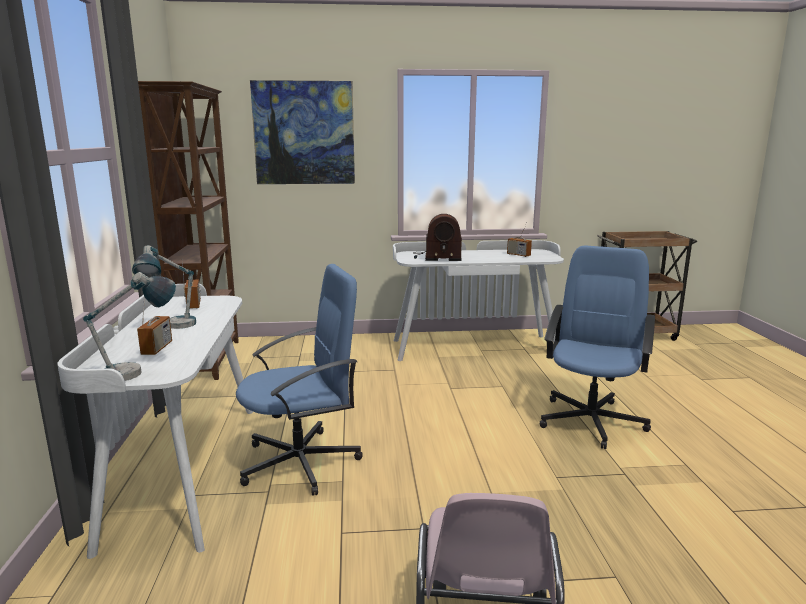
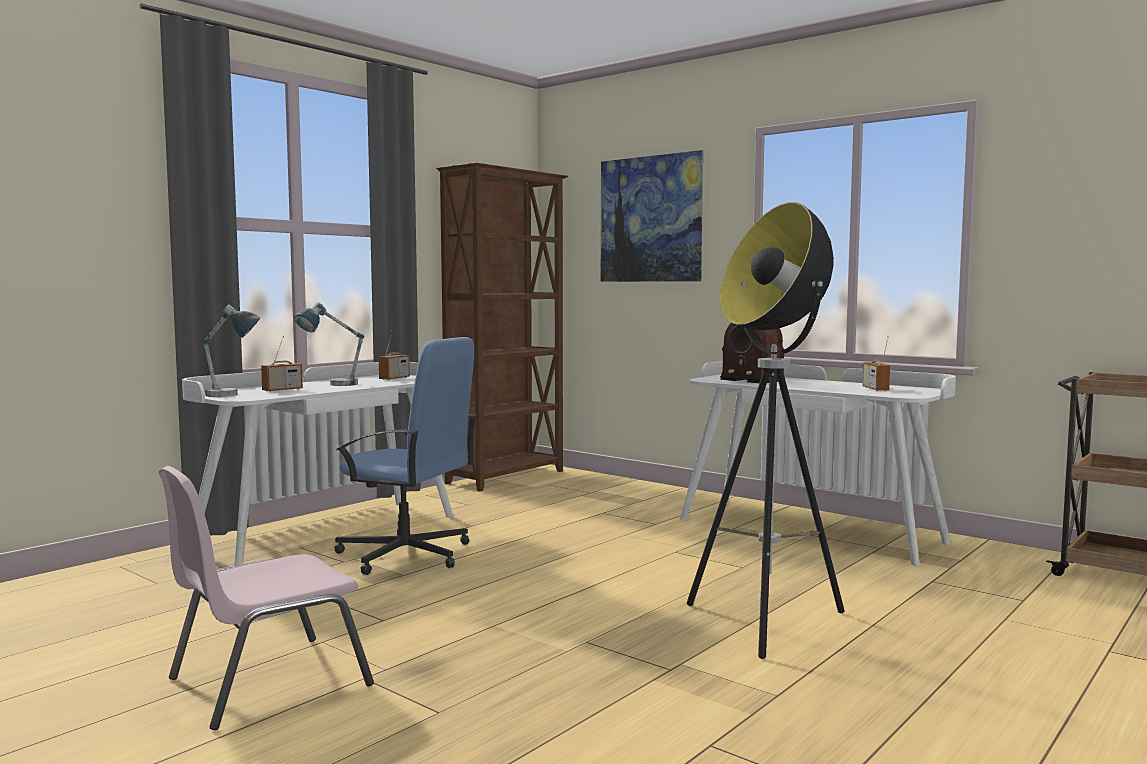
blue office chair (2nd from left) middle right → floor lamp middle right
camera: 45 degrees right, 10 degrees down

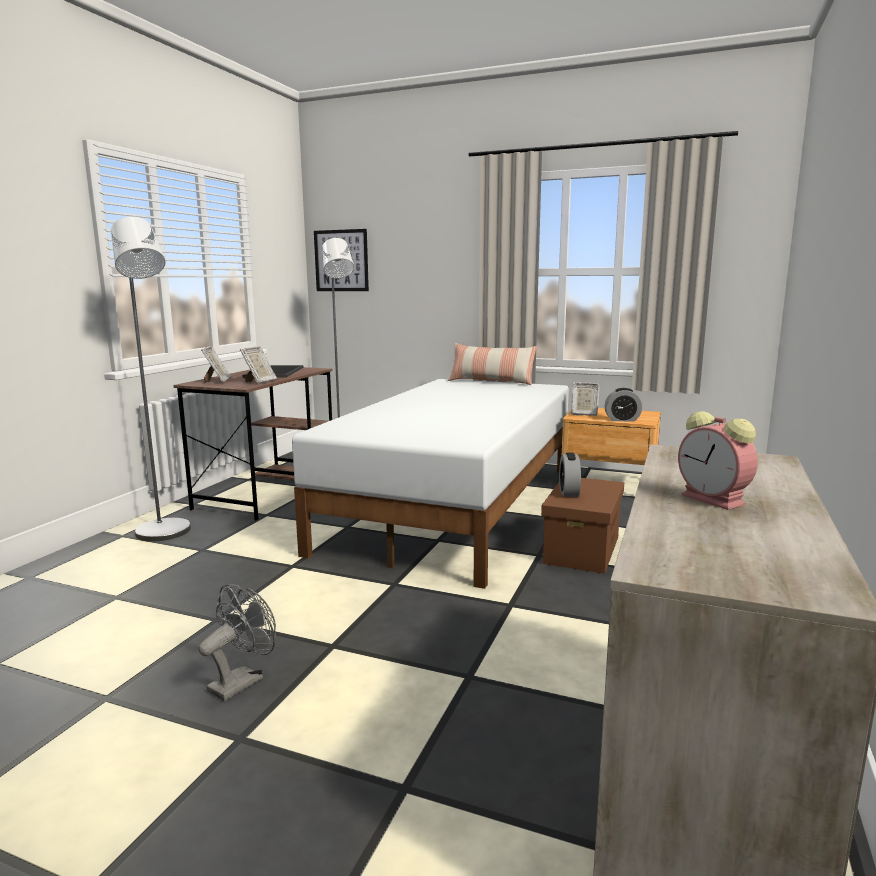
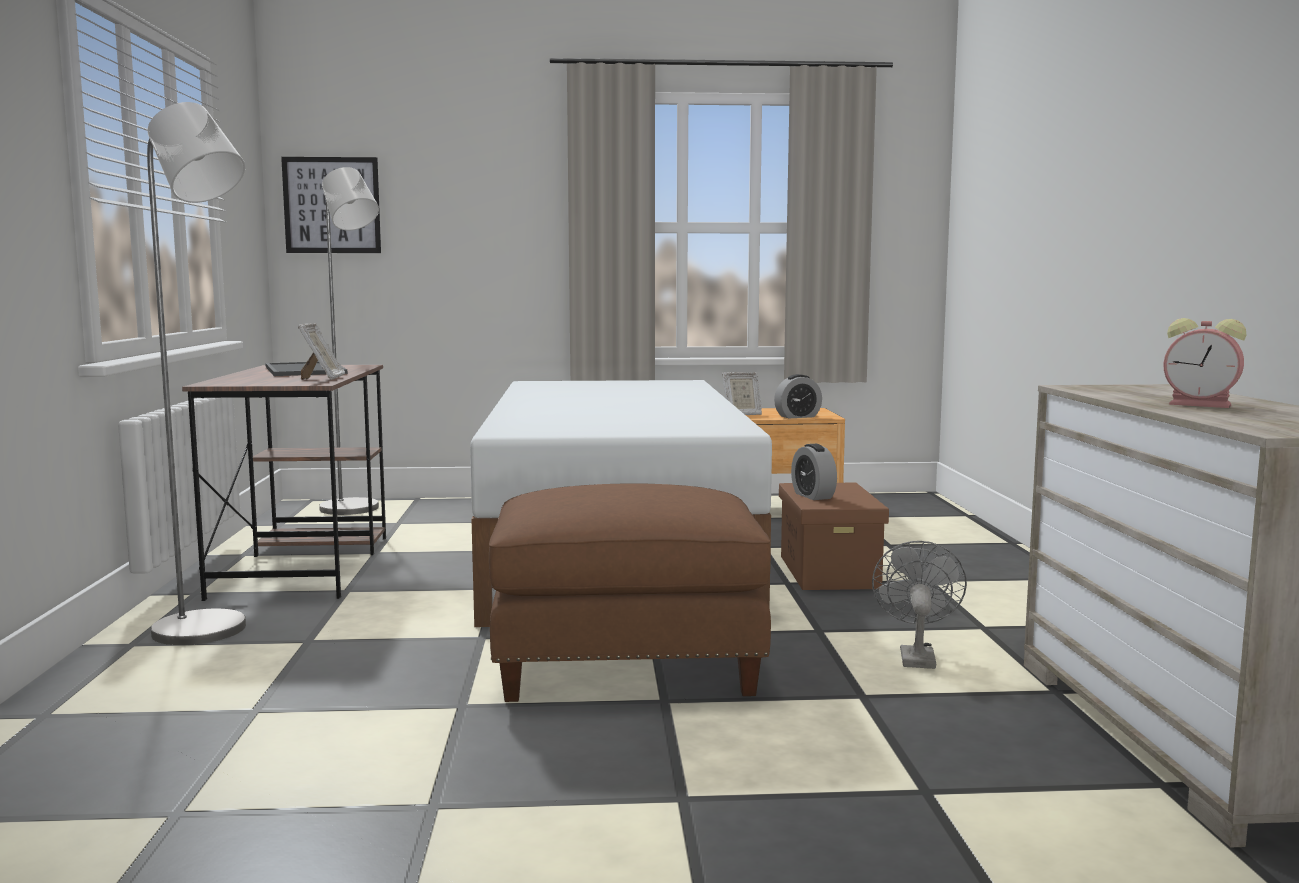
picture frame (1st from left) middle left → -
pillow centre → -
- → brown ottoman bottom centre
grey fan bottom left → grey fan bottom right, moved
camera: 25 degrees left, 5 degrees down

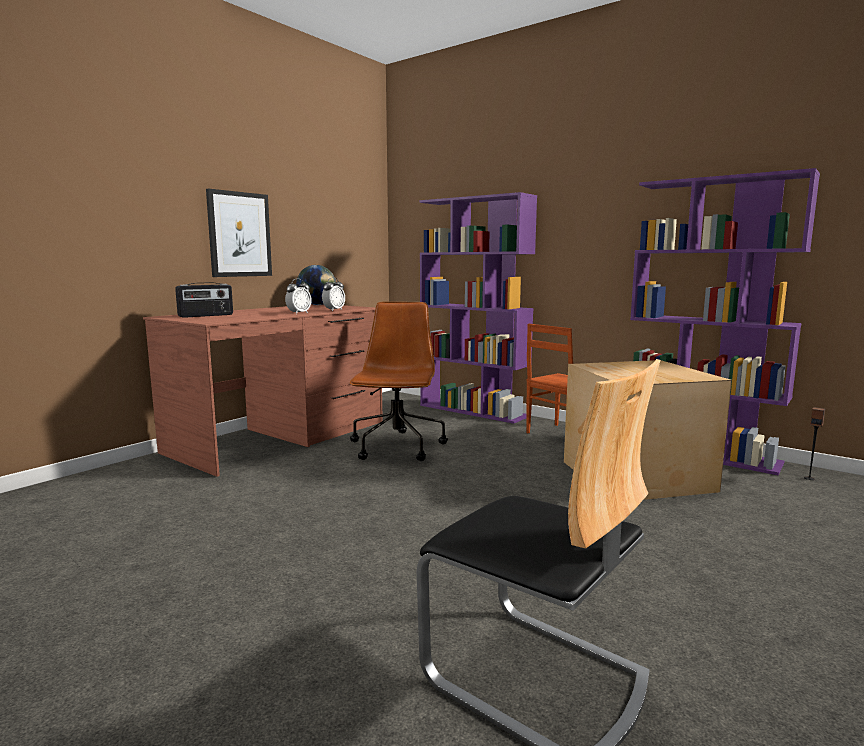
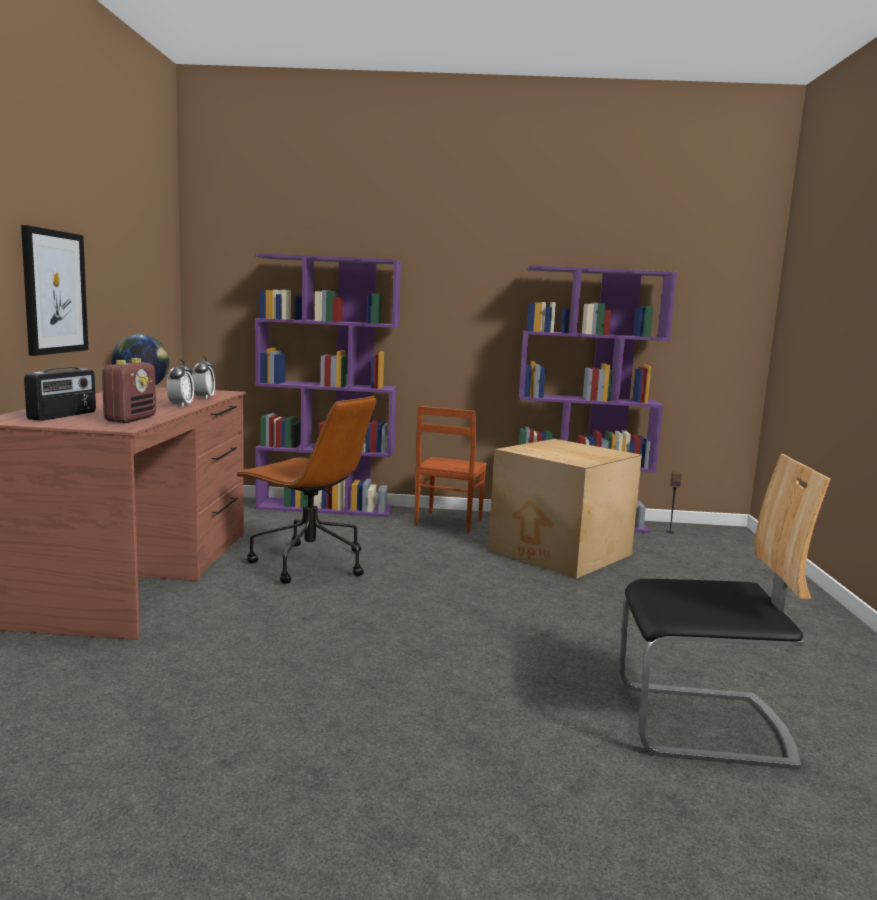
- → radio (2nd from left) middle left
brown office chair centre, 150 degrees clockwise
camera: 35 degrees left, 0 degrees up

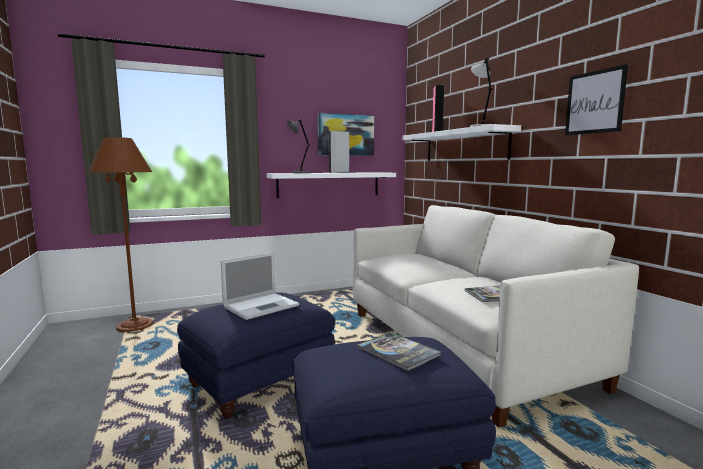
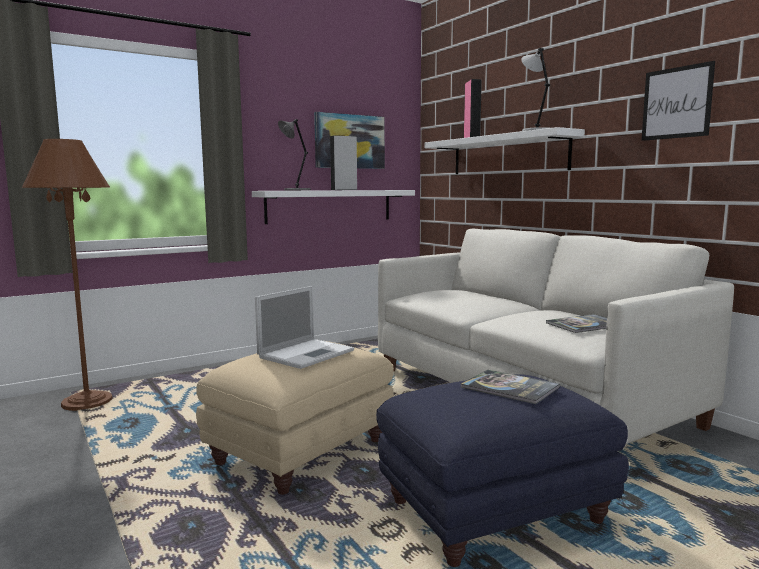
blue ottoman (1st from left) bottom centre → beige ottoman bottom centre
camera: 10 degrees left, 0 degrees up

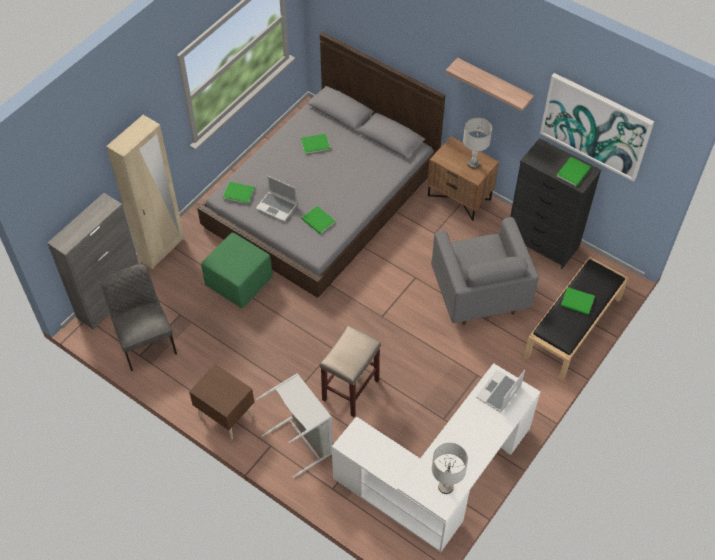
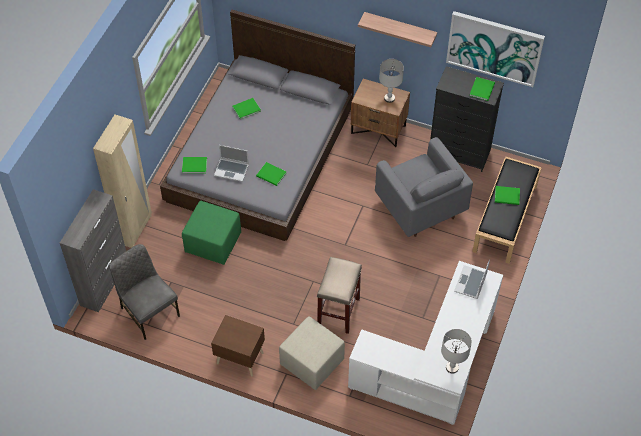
grey laundry basket bottom centre → beige ottoman bottom centre
camera: 15 degrees left, 0 degrees up

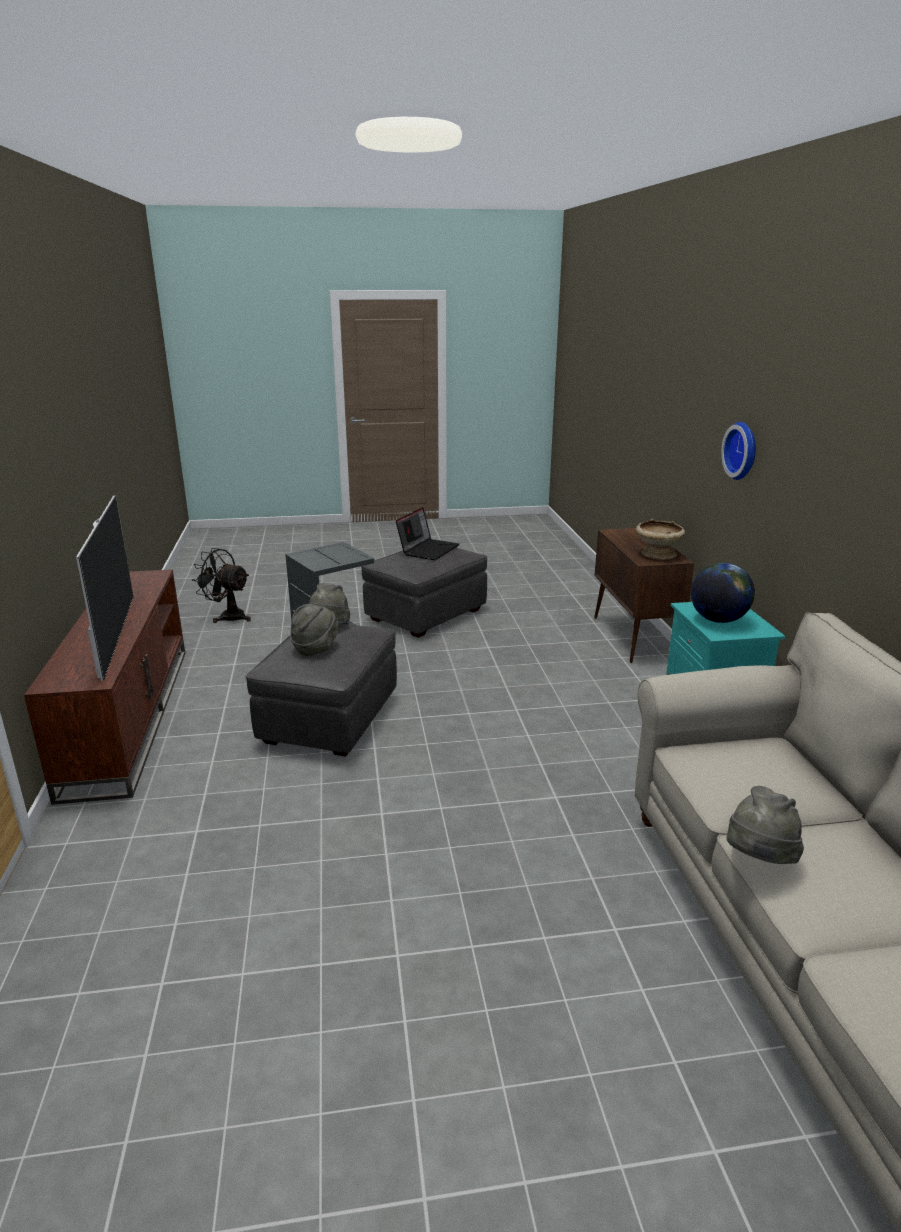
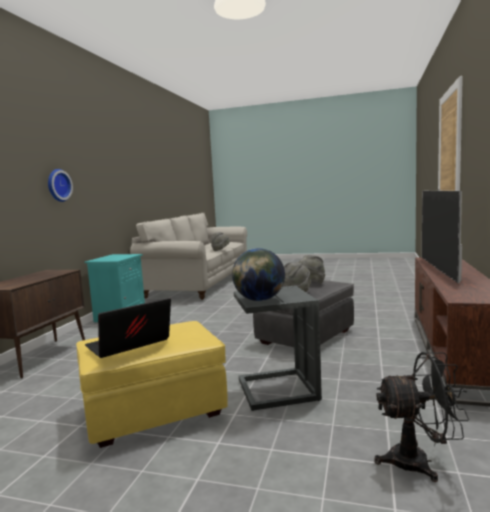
beige bowl middle right → -
globe middle right → globe centre, moved
grey ottoman (2nd from left) centre → yellow ottoman bottom left
black fan middle left → black fan bottom right, 45 degrees counterclockwise
camera: 155 degrees left, 15 degrees down

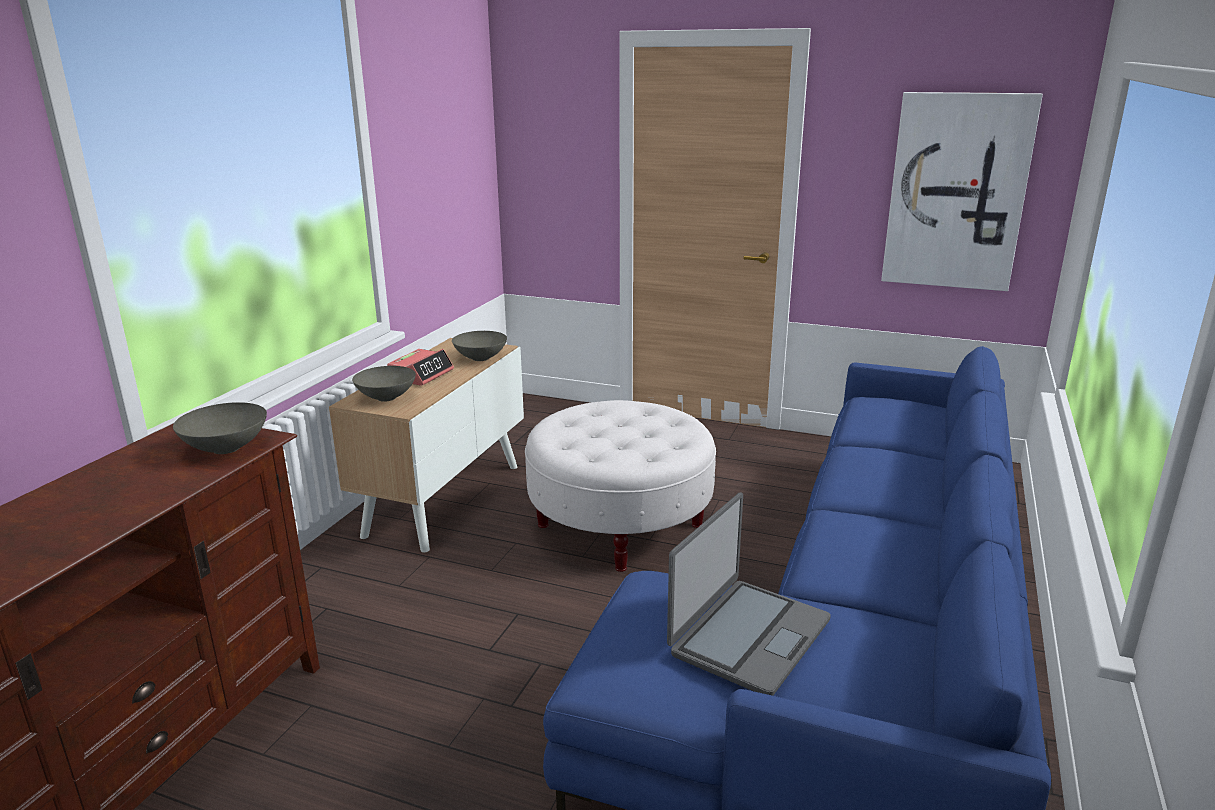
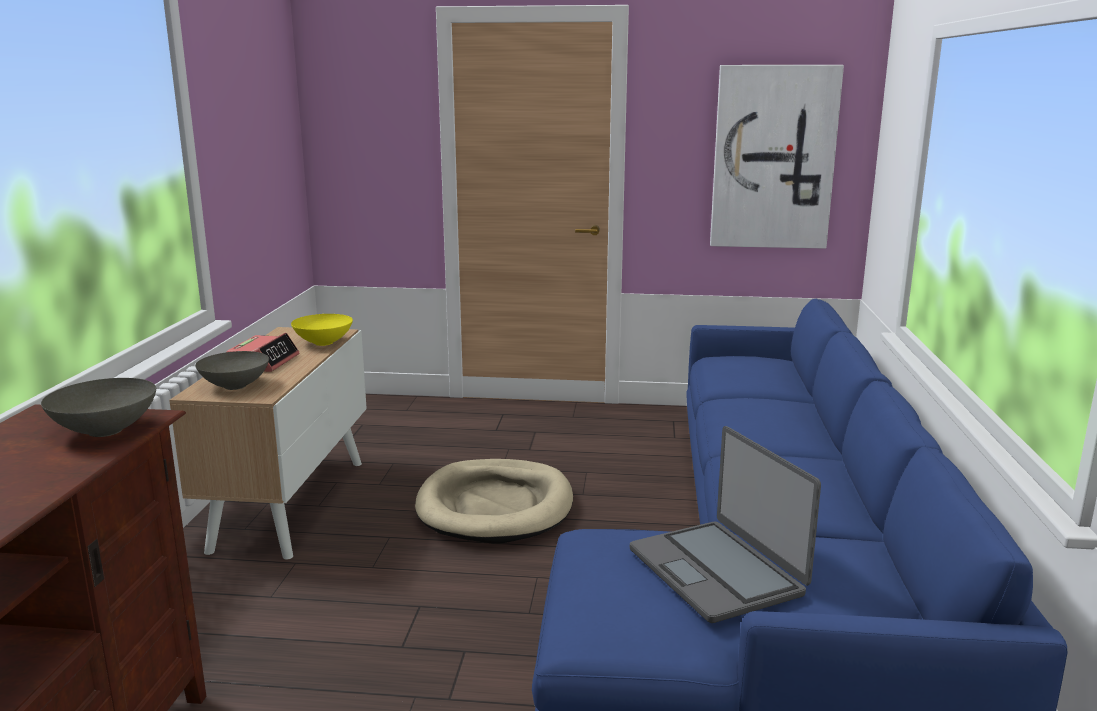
white ottoman centre → beige dog bed bottom centre
grey bowl (3rd from left) centre → yellow bowl middle left
laptop bottom centre, 135 degrees clockwise
camera: 15 degrees left, 5 degrees down

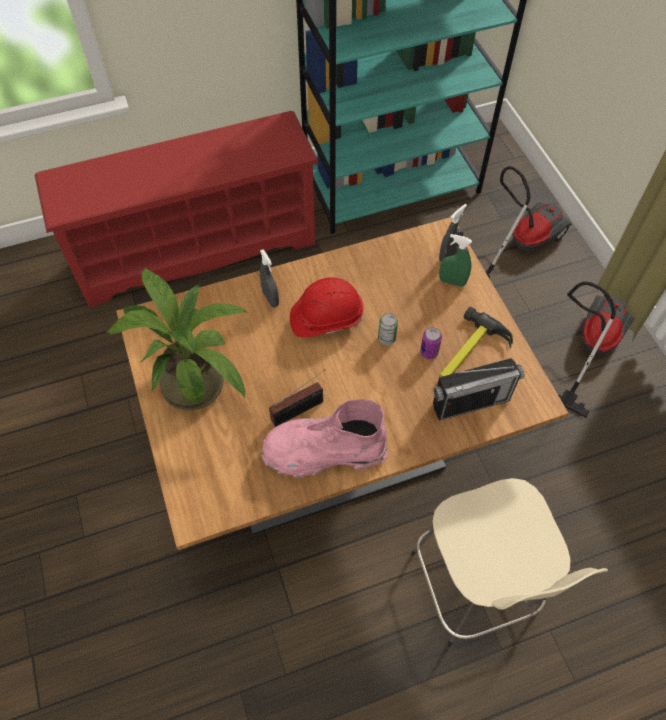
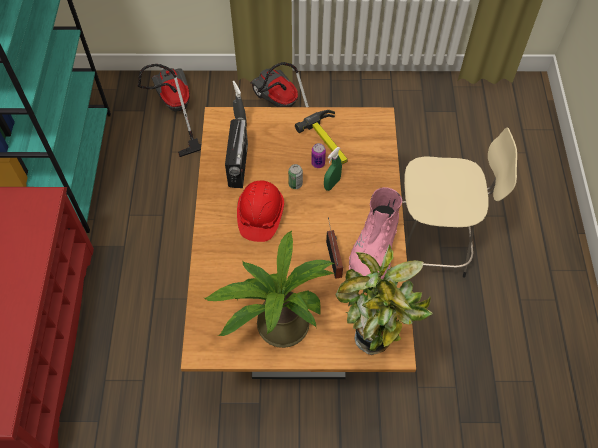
grey spray bottle (1st from left) centre → -
- → potted plant (2nd from left) bottom centre
radio (2nd from left in the first image) middle right → radio (1st from left) centre, moved
green spray bottle middle right → green spray bottle centre, moved
camera: 70 degrees left, 0 degrees up

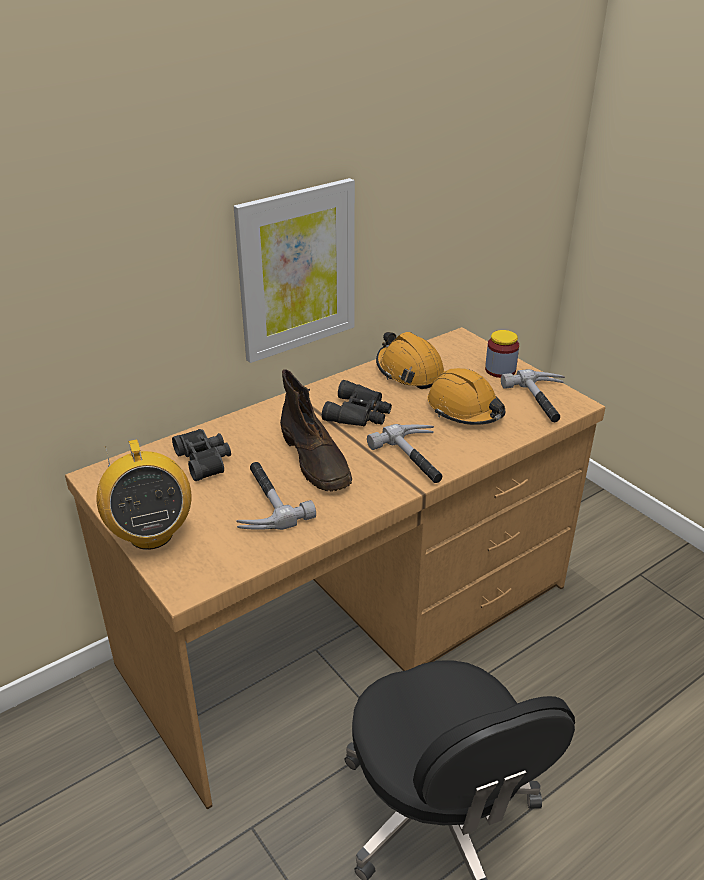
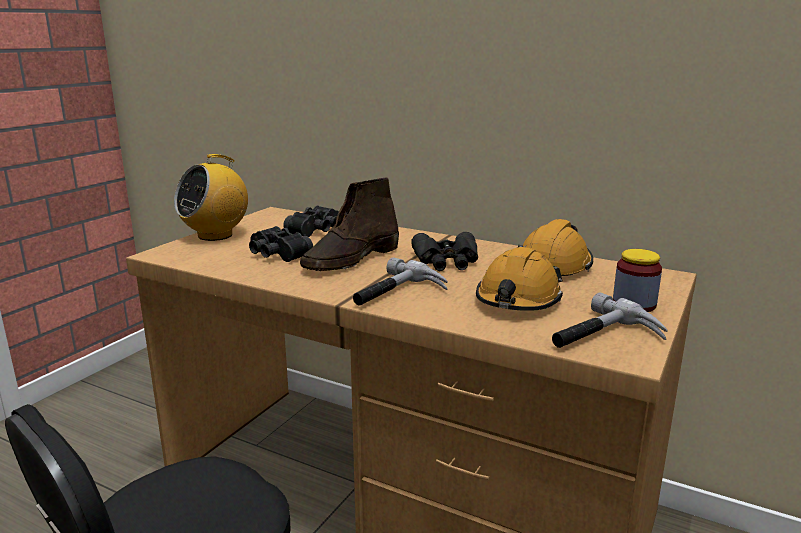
picture top centre → -
hammer (1st from left) centre → black binoculars (1st from left) centre
camera: 65 degrees right, 15 degrees down

